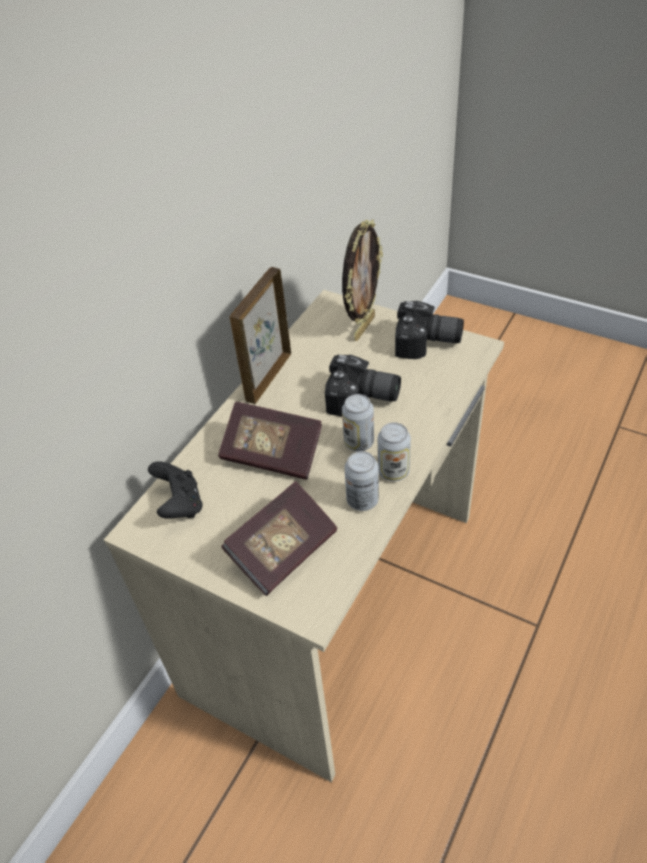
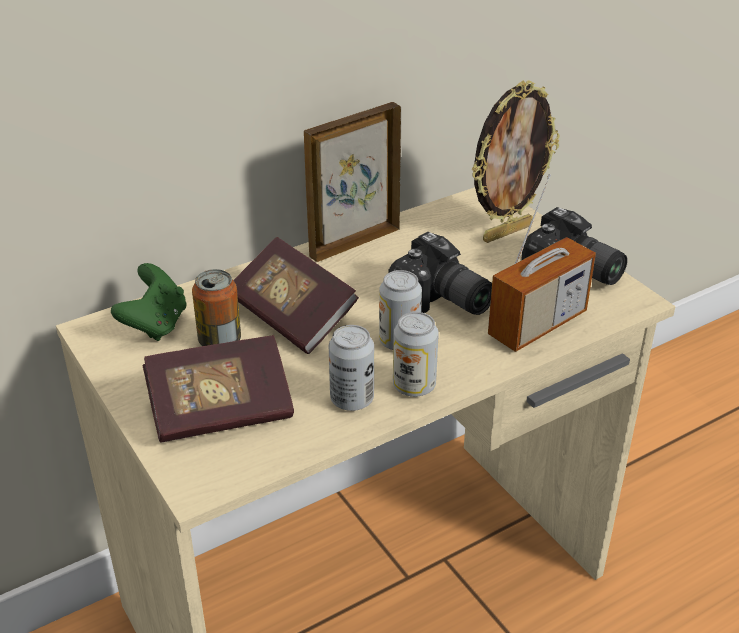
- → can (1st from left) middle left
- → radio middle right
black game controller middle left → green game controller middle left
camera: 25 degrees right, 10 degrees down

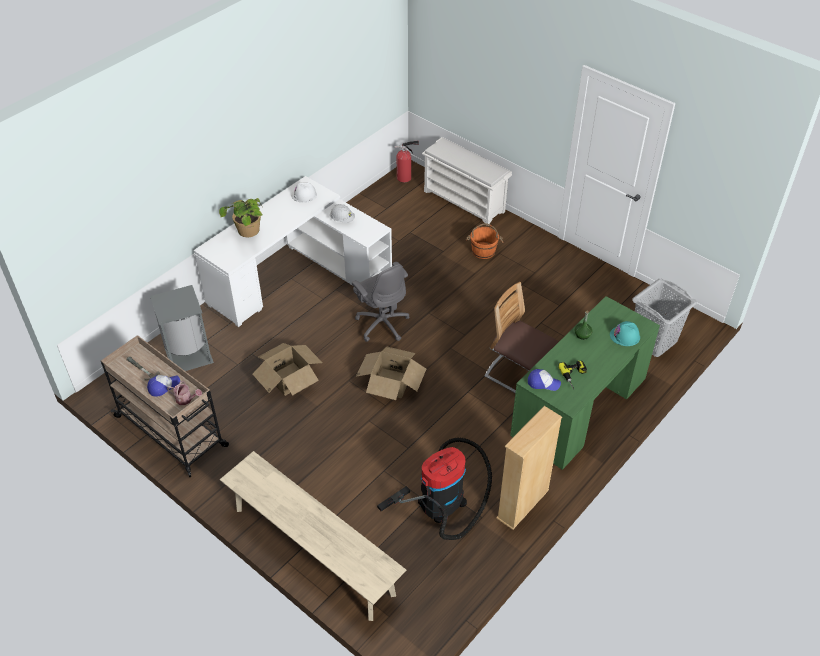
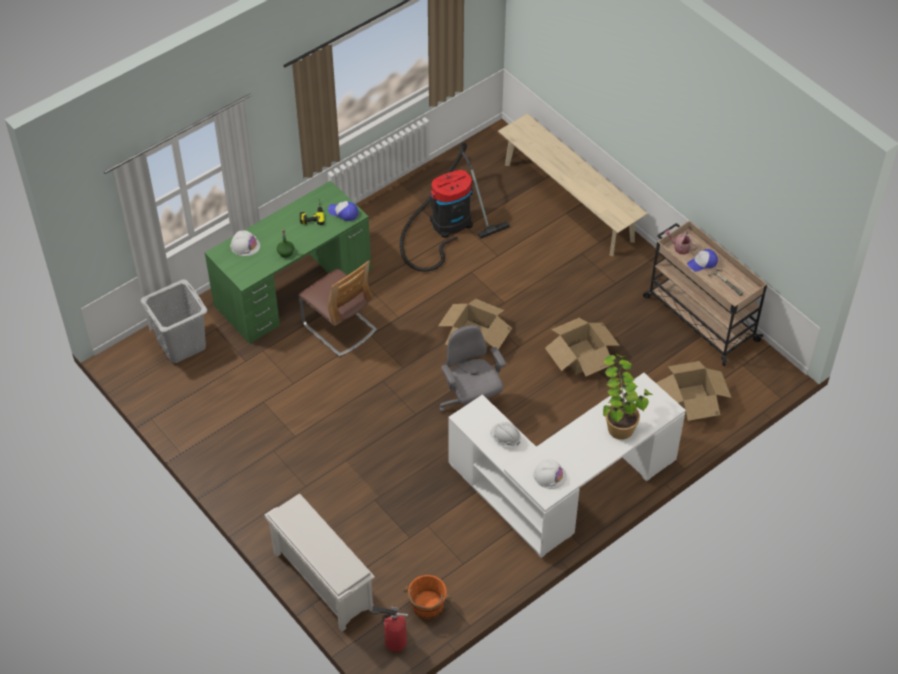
beige bookcase bottom centre → -
orange bucket centre → orange bucket bottom centre, moved
grey trash can middle left → cardboard box (3rd from left) middle right
turquoise hard hat middle right → white hard hat (1st from left) middle left
camera: 170 degrees left, 5 degrees up

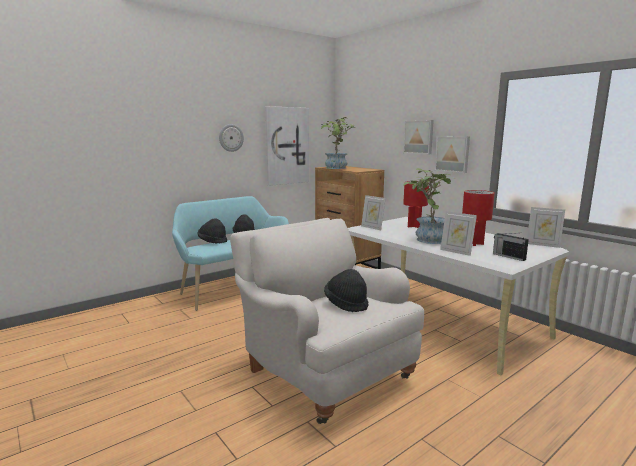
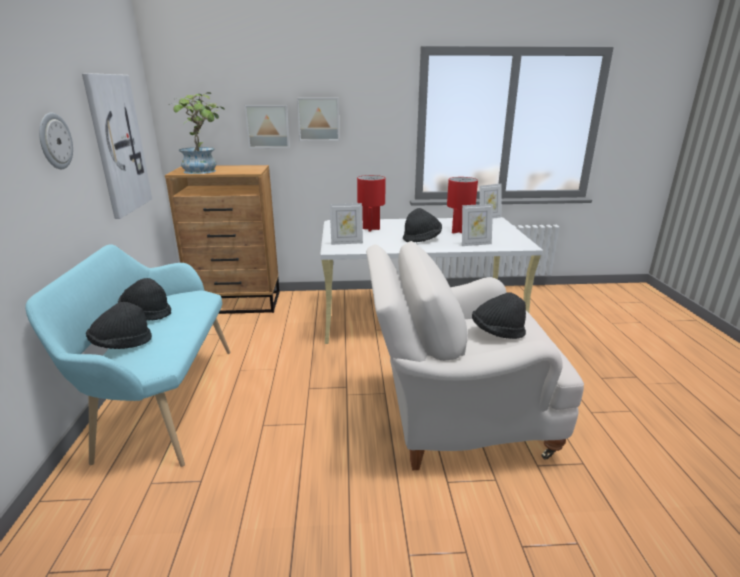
radio middle right → -
picture (3rd from left in the first image) top right → picture (2nd from left) top centre, moved
potted plant (2nd from left) middle right → black hat (3rd from left) centre
camera: 55 degrees left, 10 degrees up

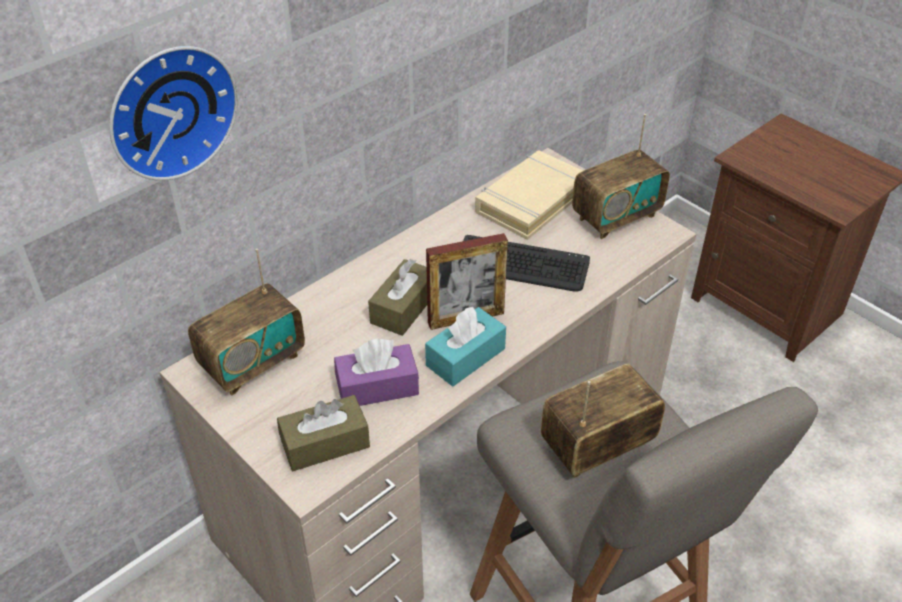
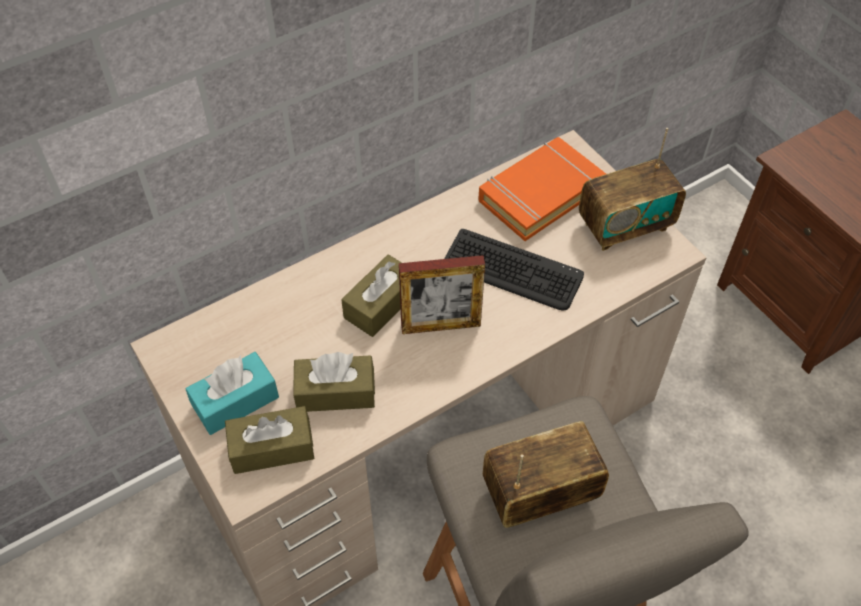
wall clock top left → -
radio (1st from left) middle left → -
turquoise tissue box centre → turquoise tissue box middle left, moved
purple tissue box centre → brown tissue box (2nd from left) centre
beige book top centre → orange book top centre
camera: 10 degrees right, 10 degrees up

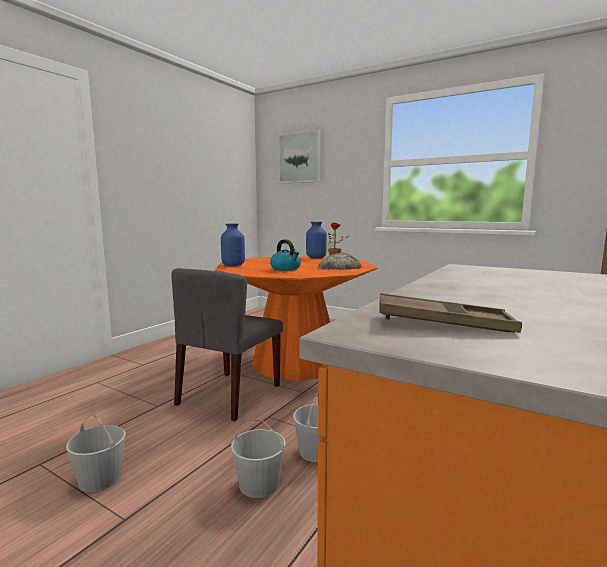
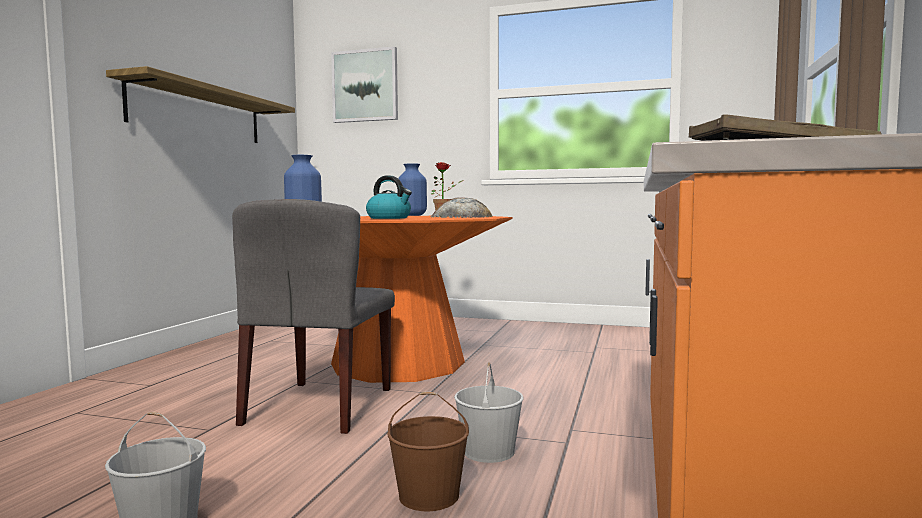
- → shelf top left
white bucket (2nd from left) bottom centre → brown bucket bottom centre
camera: 15 degrees left, 5 degrees down

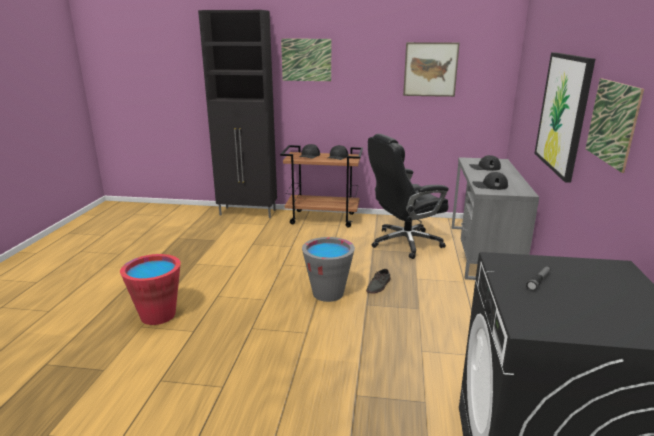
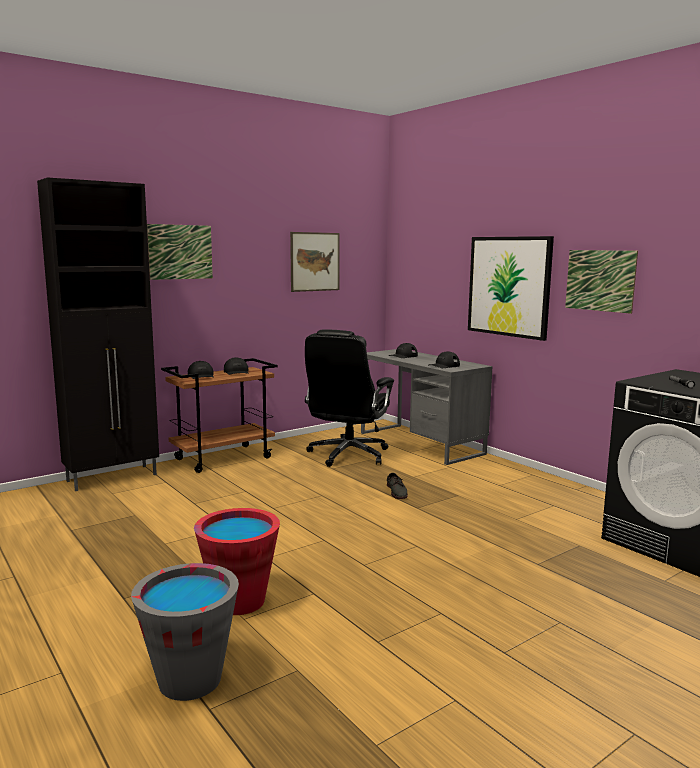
grey bucket centre → grey bucket bottom left, moved
camera: 45 degrees left, 10 degrees down

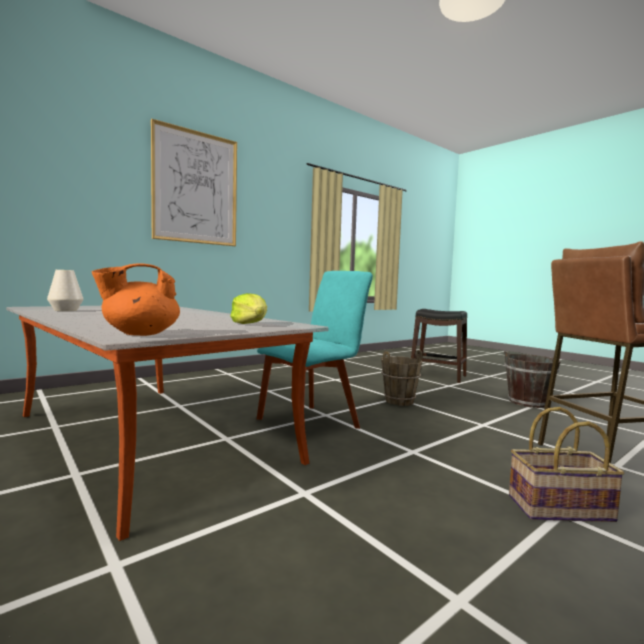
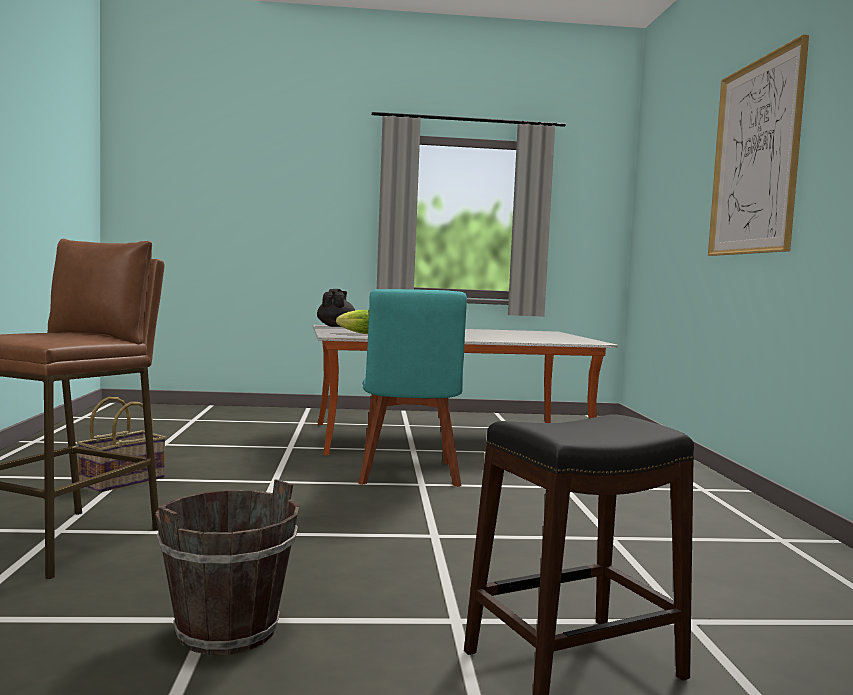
white vase middle left → -
brown bucket (1st from left) centre → -
orange teapot middle left → black teapot centre
camera: 125 degrees right, 0 degrees up

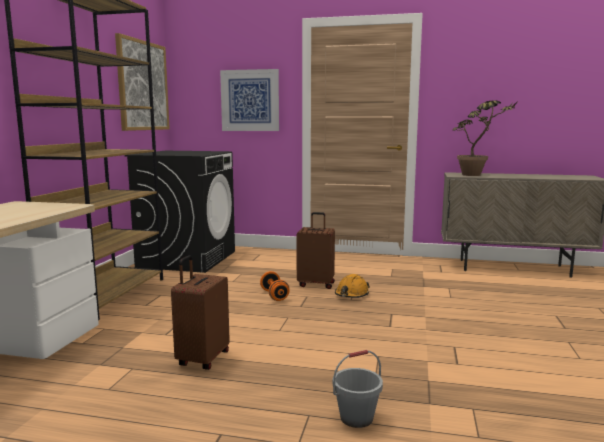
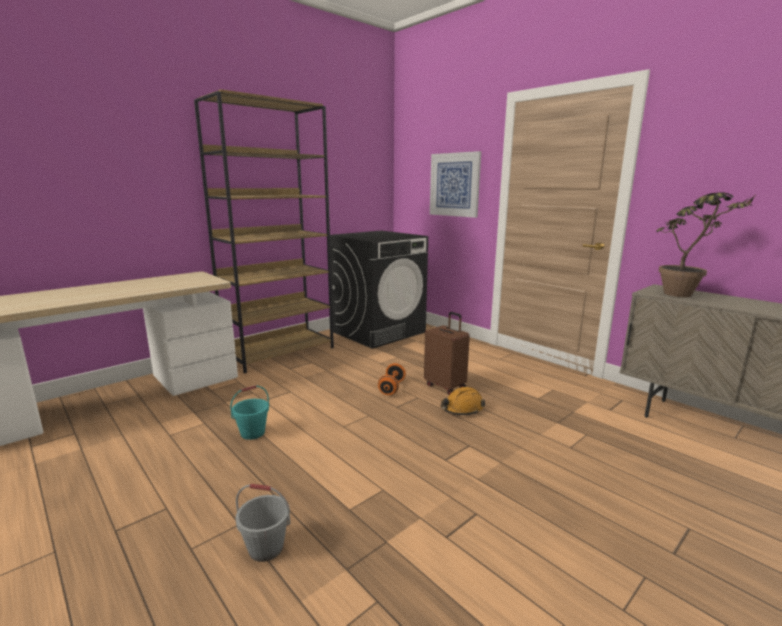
picture (1st from left) top left → -
brown suitcase (1st from left) bottom left → turquoise bucket middle left
camera: 35 degrees right, 5 degrees up

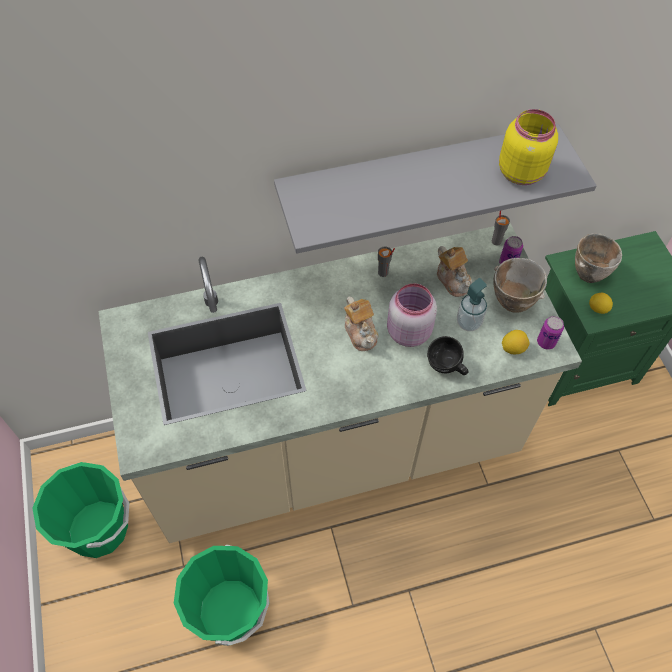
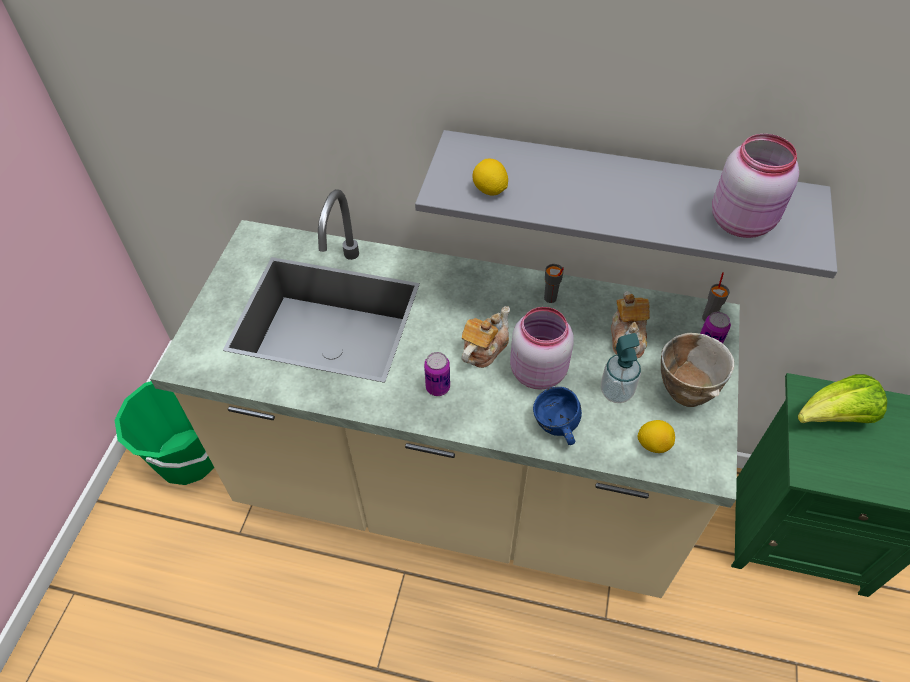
green bucket (2nd from left) bottom left → -
can (2nd from left in the first image) middle right → can (1st from left) centre, moved
lemon (2nd from left in the first image) middle right → lemon (1st from left) top centre, moved
bowl (2nd from left) middle right → lettuce middle right
black mug centre → blue mug centre
yellow jar top right → pink jar (2nd from left) top right
teapot (1st from left) centre, 150 degrees counterclockwise
camera: 30 degrees right, 5 degrees down

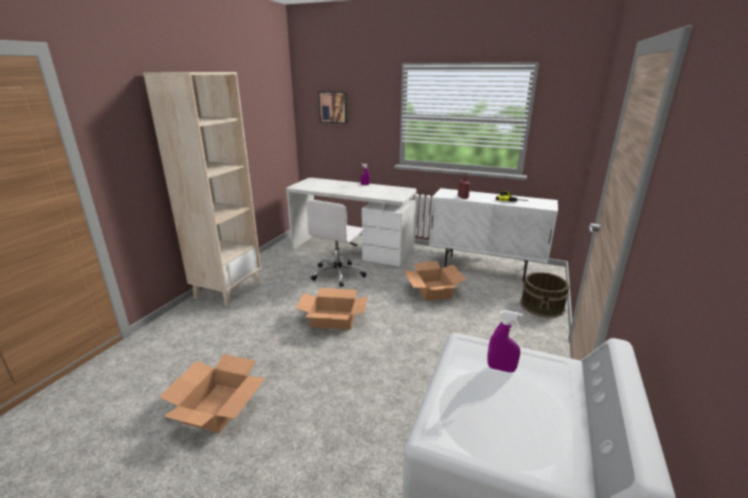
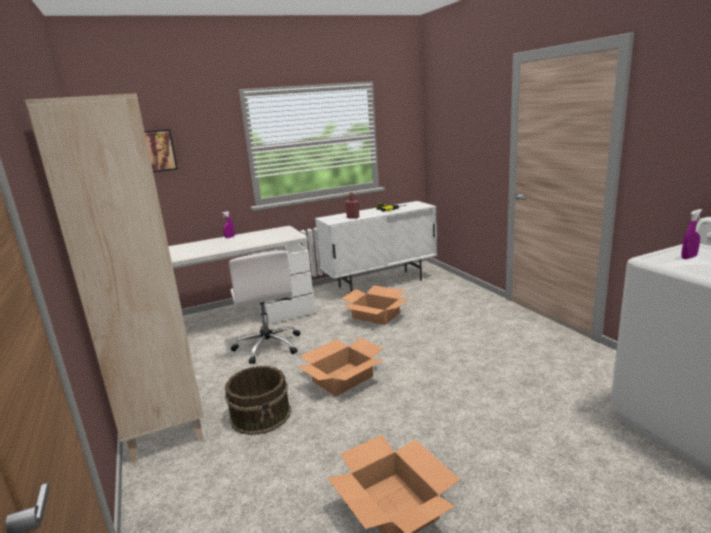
brown bucket middle right → brown bucket bottom centre, moved
camera: 45 degrees left, 5 degrees down

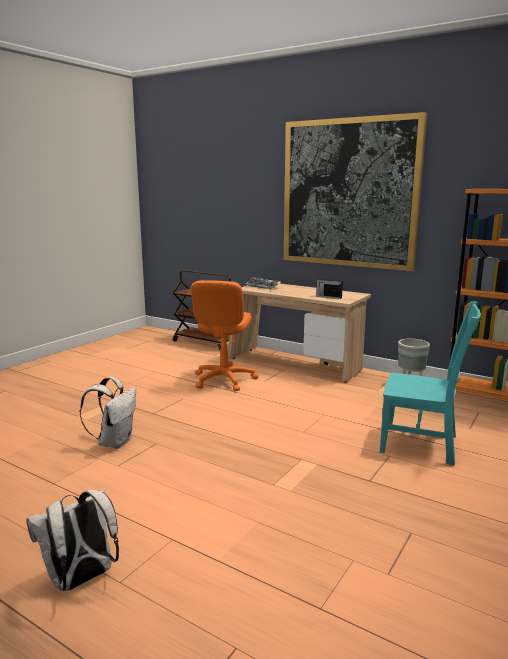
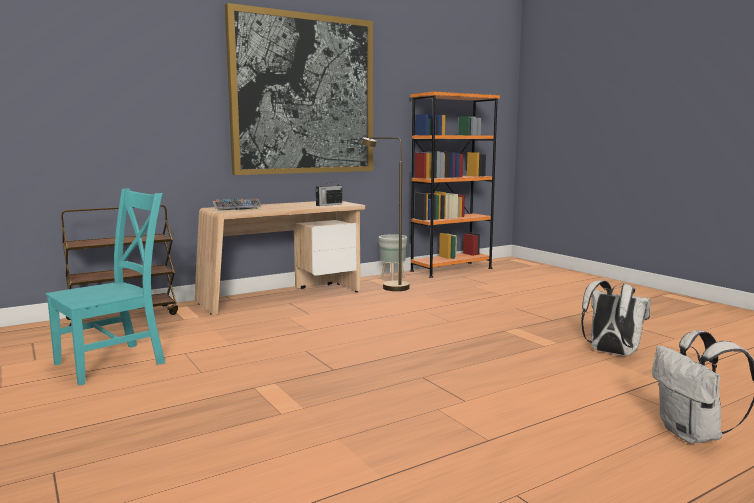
orange office chair centre → -
- → brown floor lamp centre
white backpack (2nd from left in the first image) middle left → white backpack (1st from left) middle right, moved
turquoise chair middle right → turquoise chair middle left, moved
camera: 65 degrees left, 5 degrees down

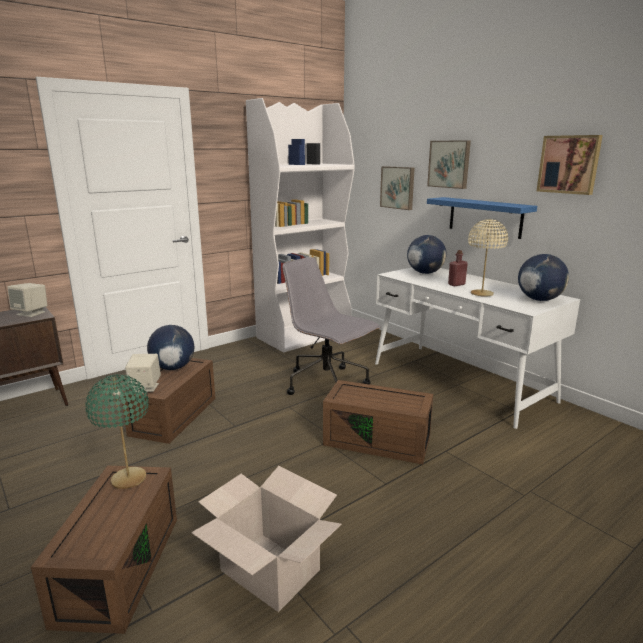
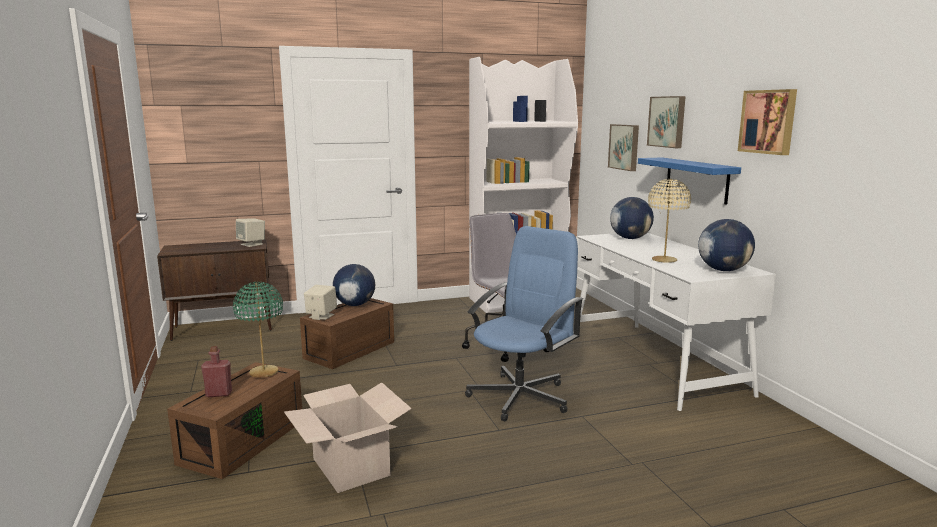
red bottle middle right → red bottle bottom left, moved
brown storage box (3rd from left) centre → blue office chair centre
camera: 20 degrees right, 5 degrees down

